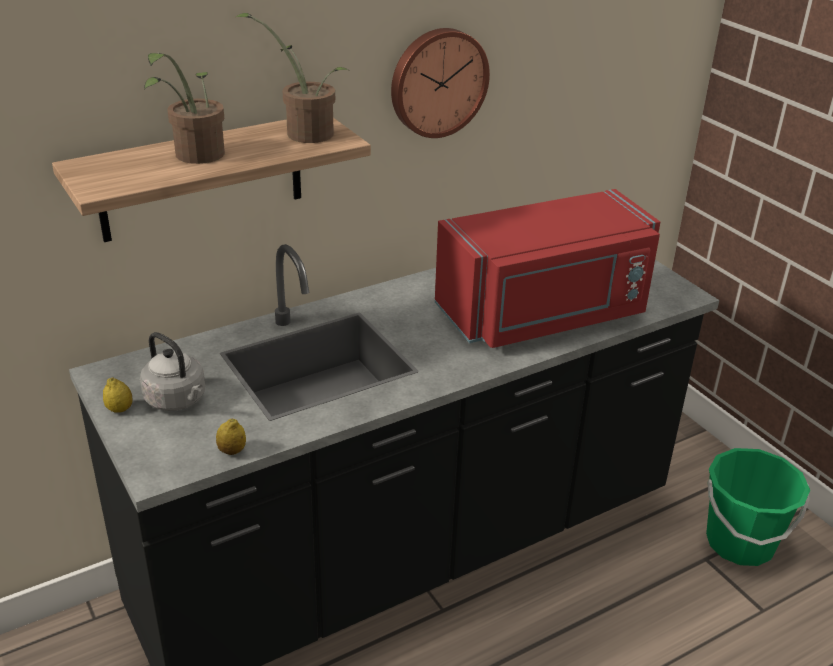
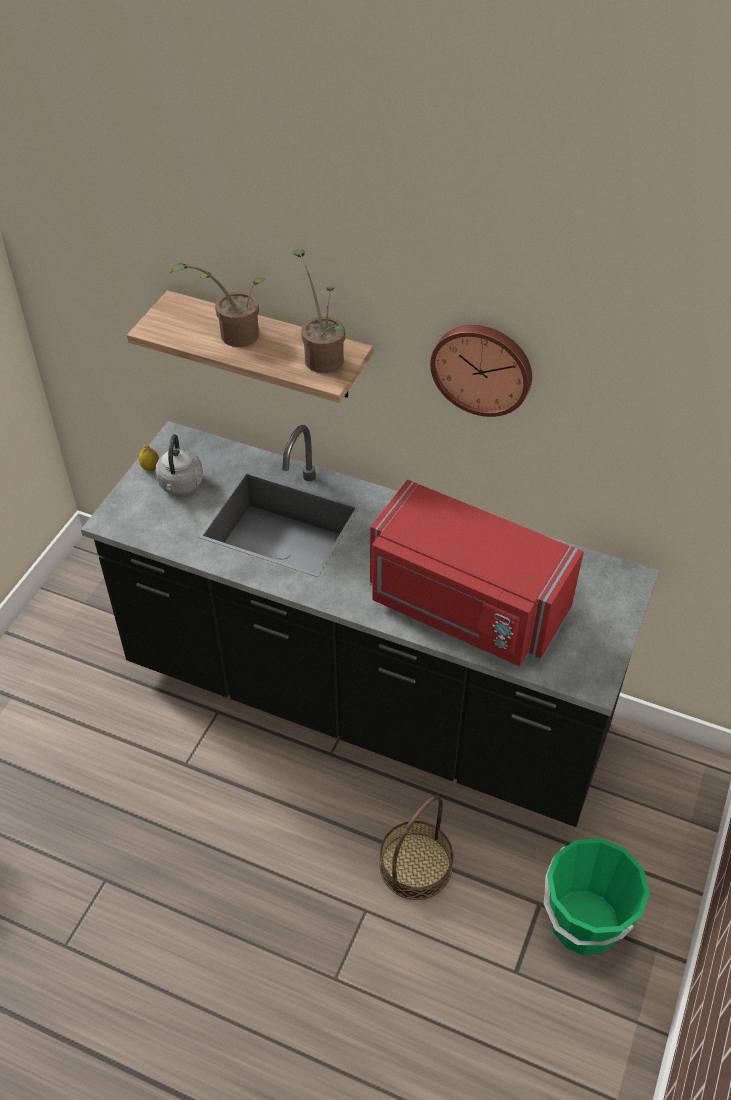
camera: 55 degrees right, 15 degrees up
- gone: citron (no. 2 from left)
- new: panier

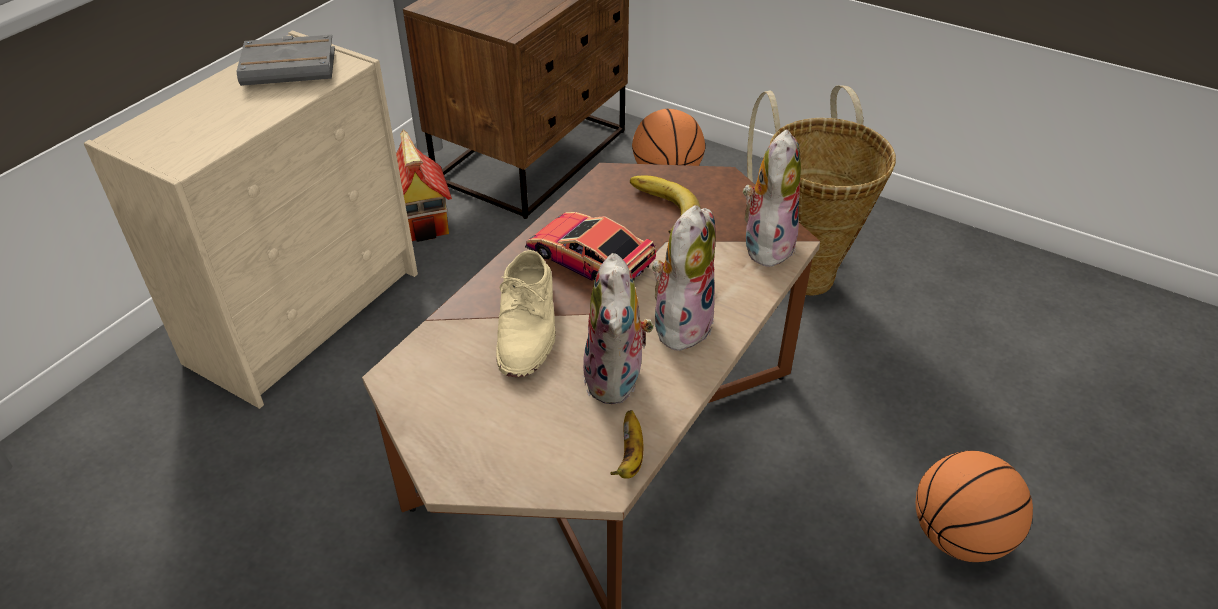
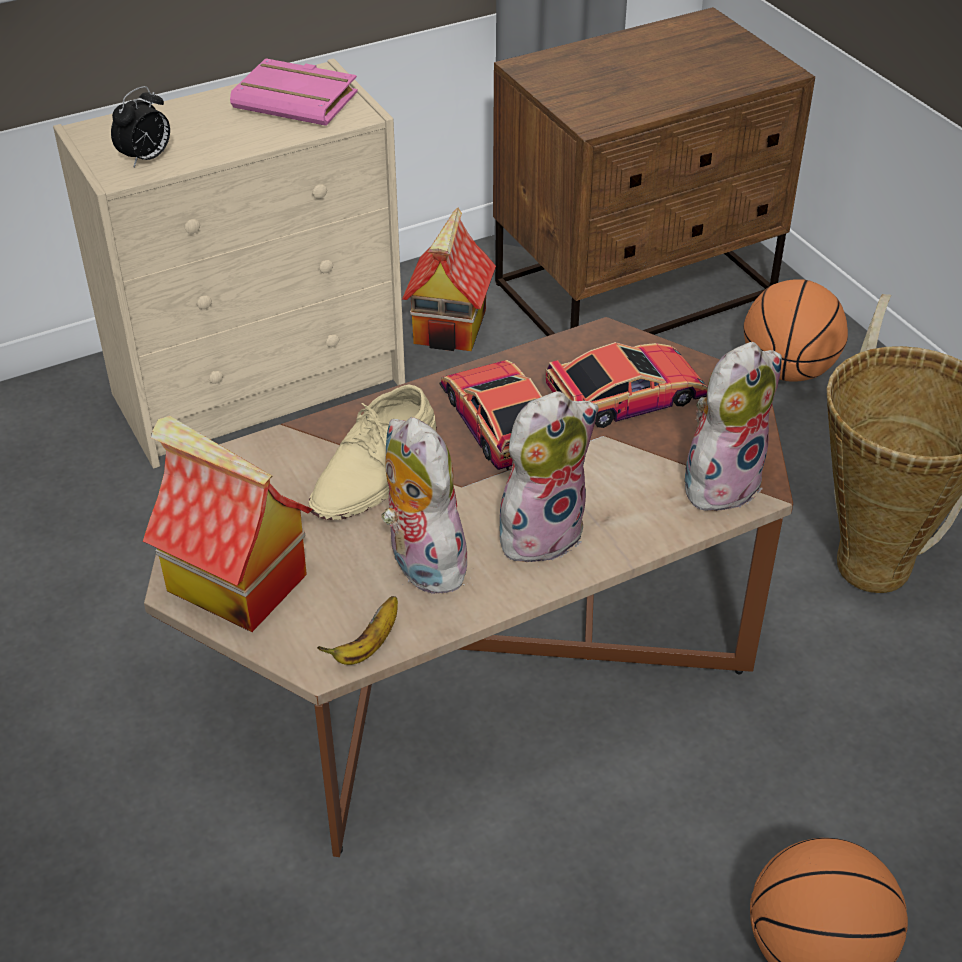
camera: 30 degrees right, 0 degrees up
- repainted: livre/gris to livre/rose
- rotated: peluche (no. 1 from left) 120 degrees clockwise
- swapped: banane (no. 2 from left) to petite voiture (no. 2 from left)
- new: réveil
- new: maison miniature (no. 1 from left)

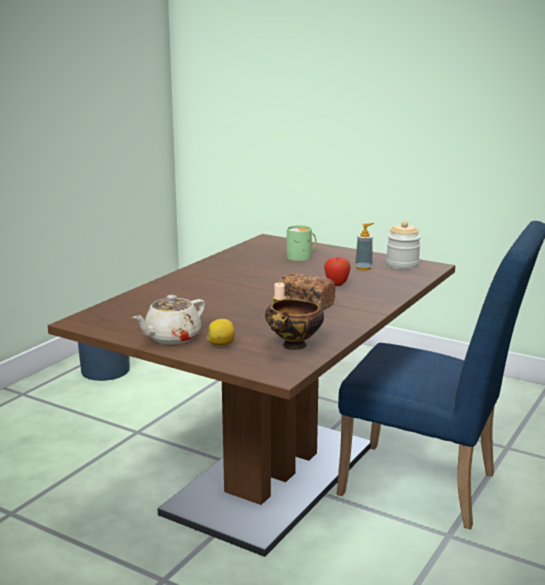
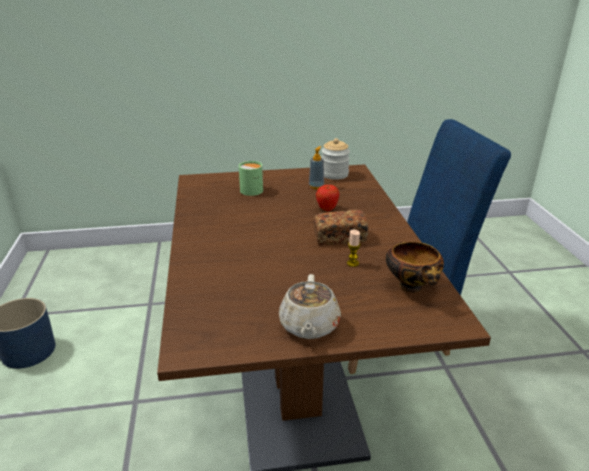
camera: 40 degrees left, 10 degrees up
- gone: citron

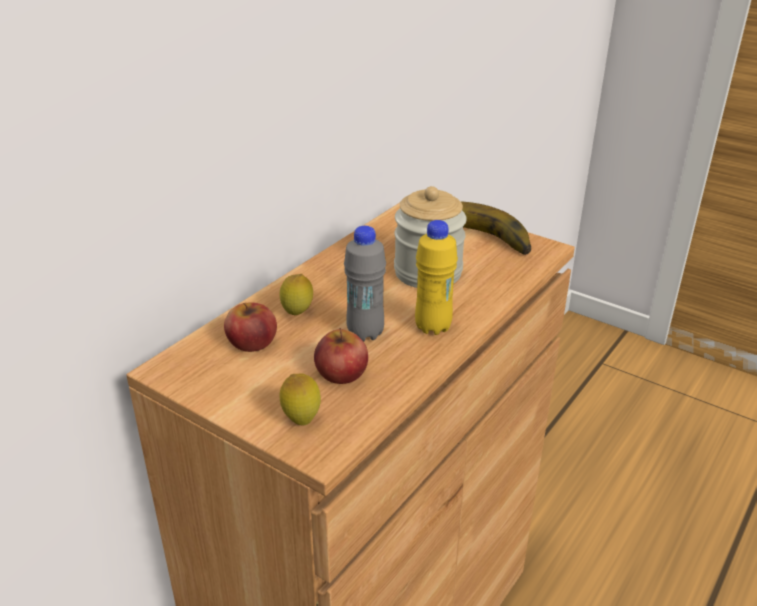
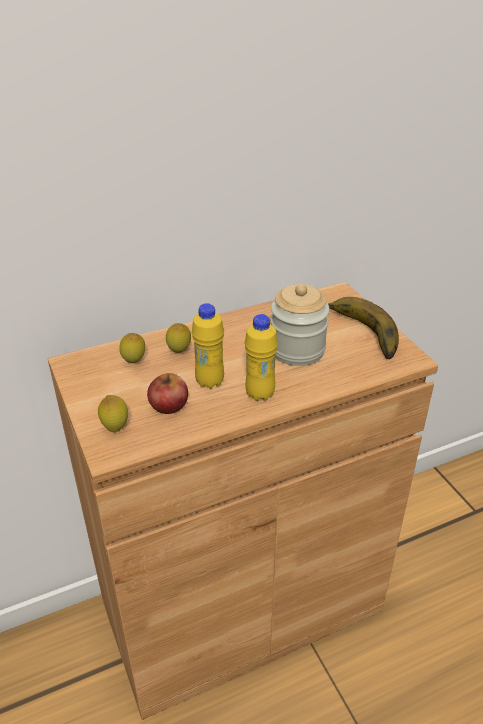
camera: 30 degrees right, 5 degrees up
- swapped: pomme (no. 1 from left) to citron (no. 2 from left)
- repainted: bouteille/gris to bouteille/jaune (no. 1 from left)

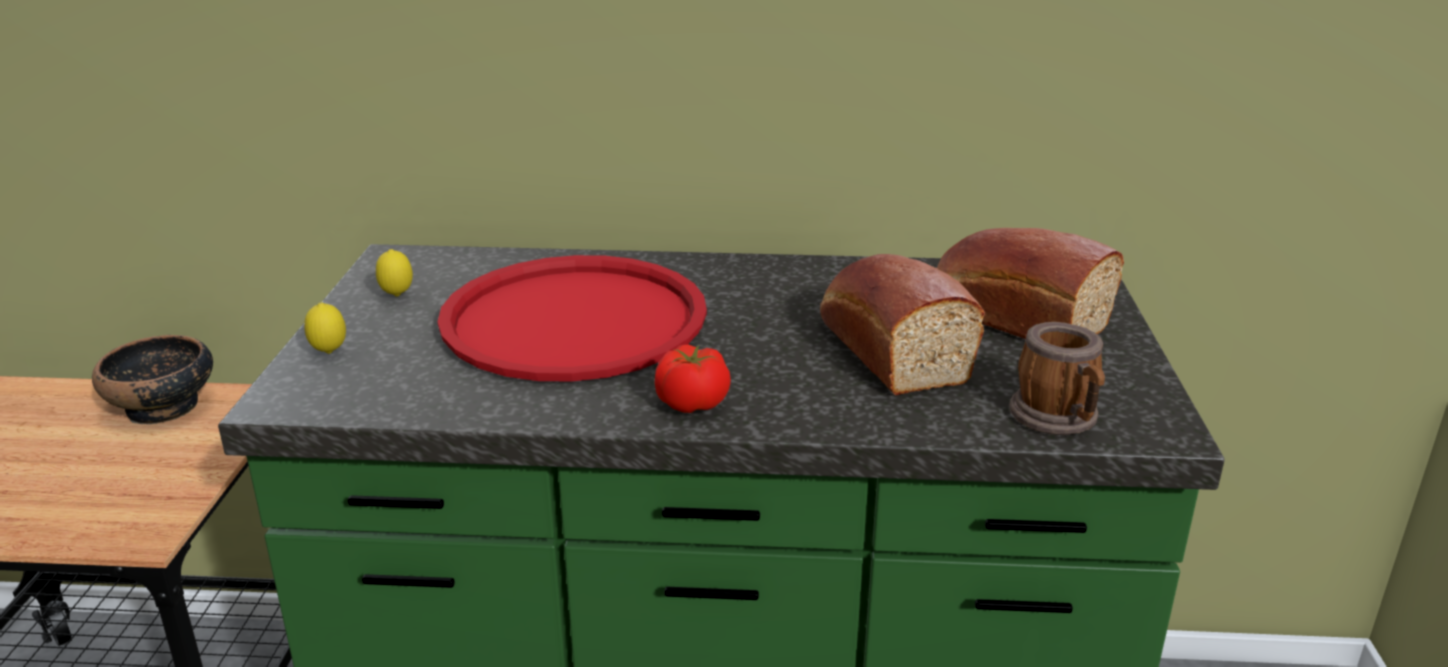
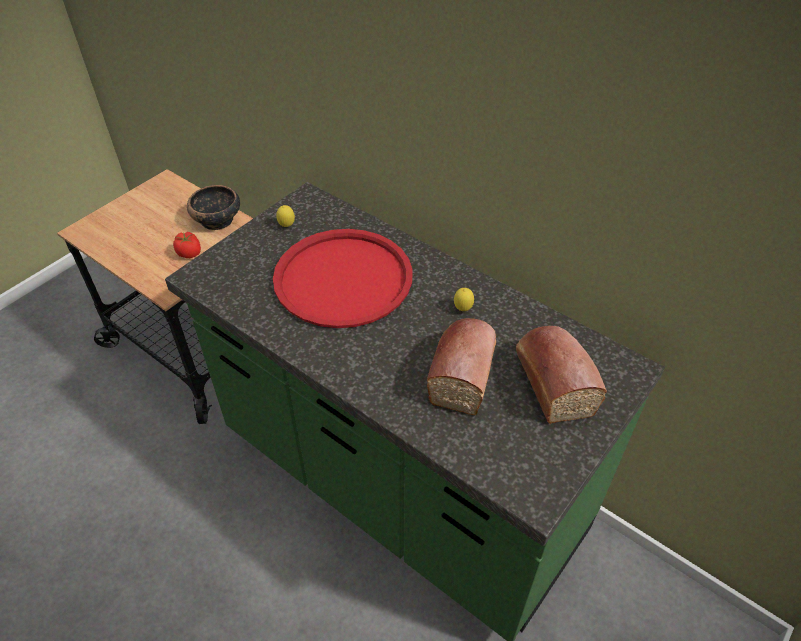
camera: 35 degrees right, 20 degrees up
- shifted: citron (no. 1 from left in the first image) to citron (no. 2 from left)
- shifted: tomate
- gone: mug

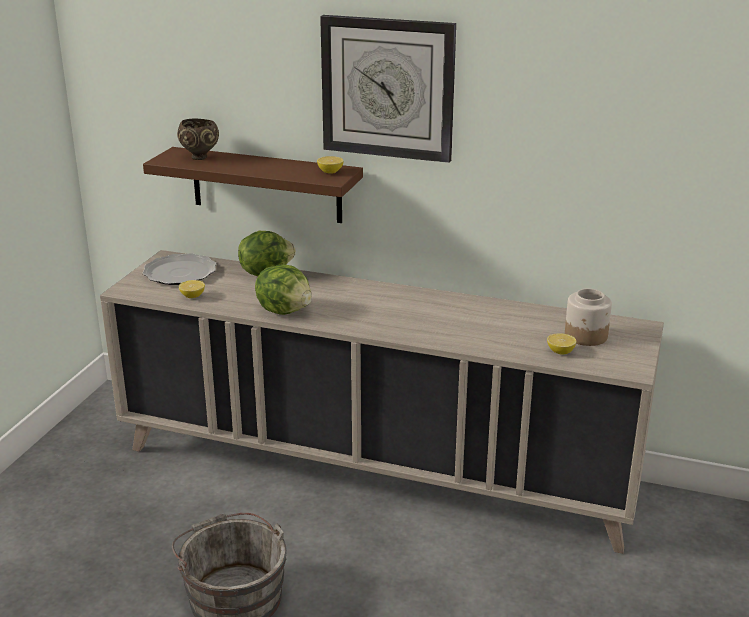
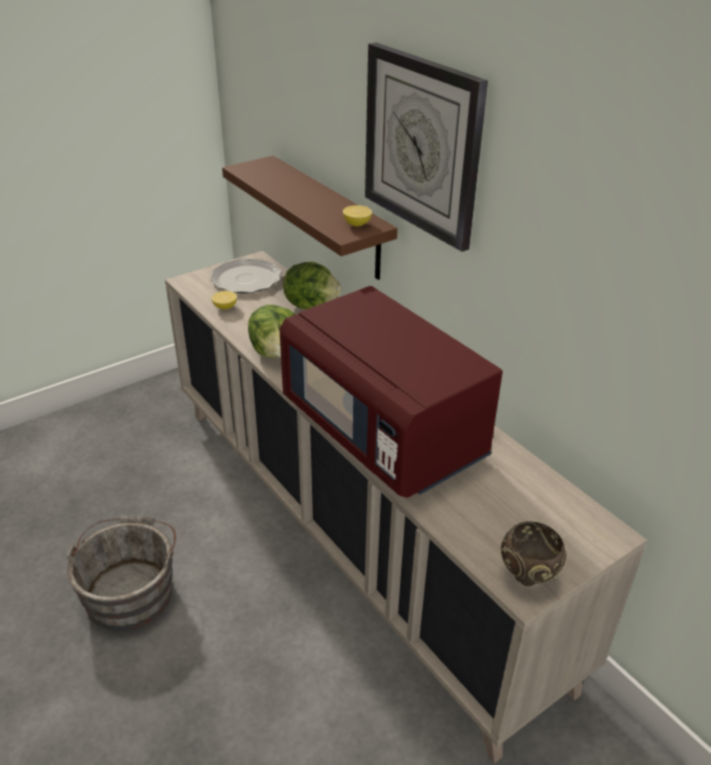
camera: 35 degrees right, 10 degrees up
- shifted: bol/marron
- gone: citron (no. 3 from left)
- gone: bocal
- new: micro-ondes/rouge

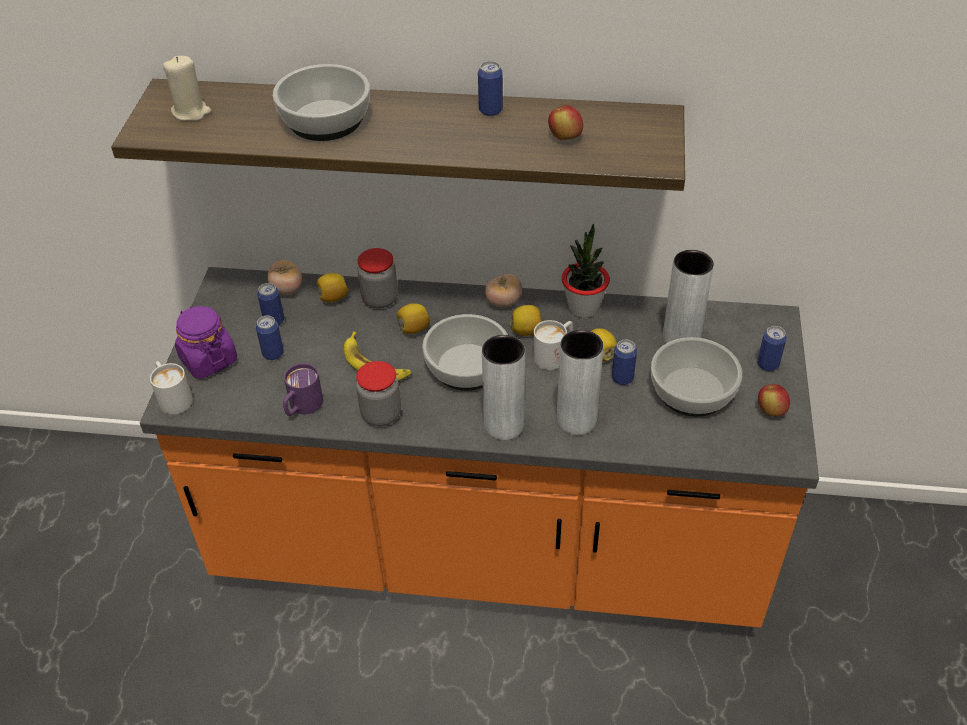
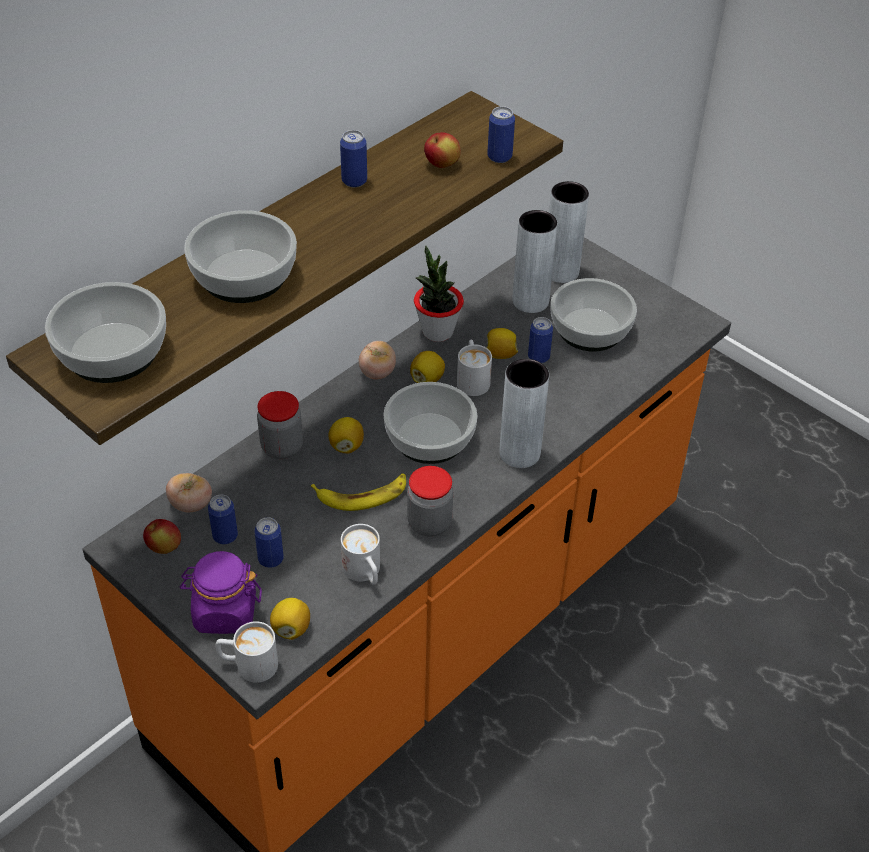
camera: 55 degrees left, 0 degrees up
- swapped: bougie/beige to bol (no. 1 from left)
- repainted: mug/violet to mug/blanc (no. 2 from left)
- shifted: citron (no. 1 from left)
- shifted: vase/gris (no. 2 from left in the first image) to vase/gris (no. 3 from left)
- shifted: boîte métallique (no. 5 from left in the first image) to boîte métallique (no. 4 from left)
- shifted: pomme (no. 2 from left in the first image) to pomme (no. 1 from left)

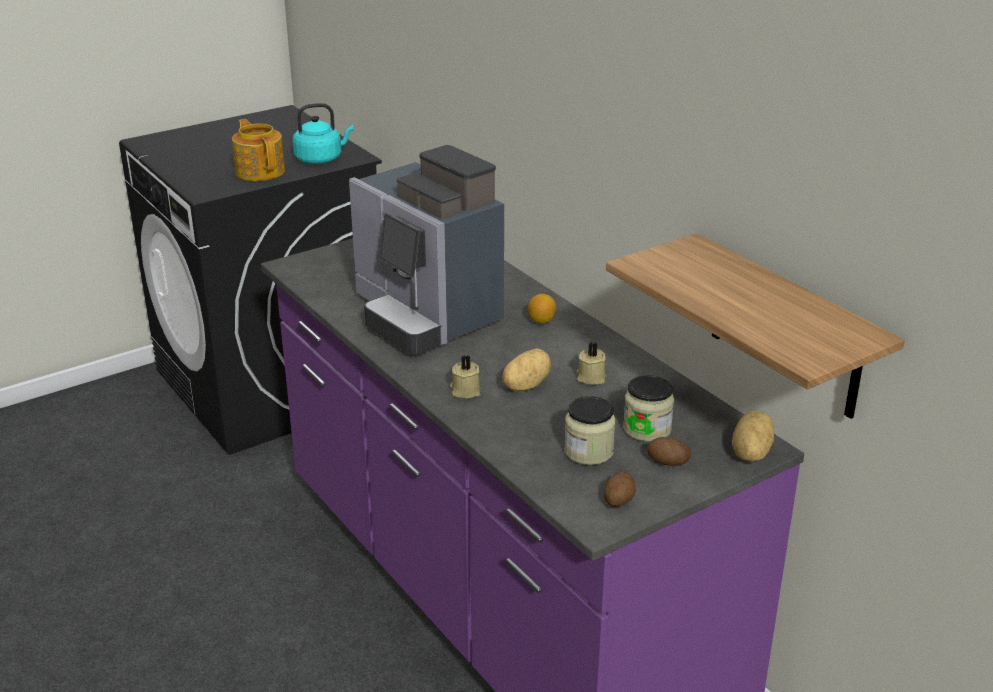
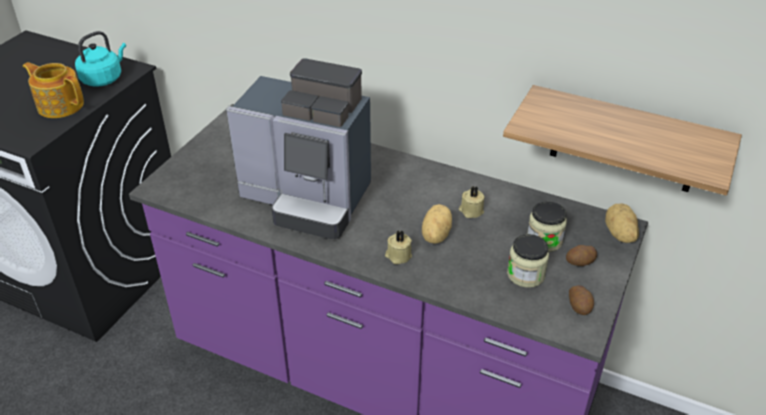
camera: 30 degrees left, 10 degrees up
- gone: citron

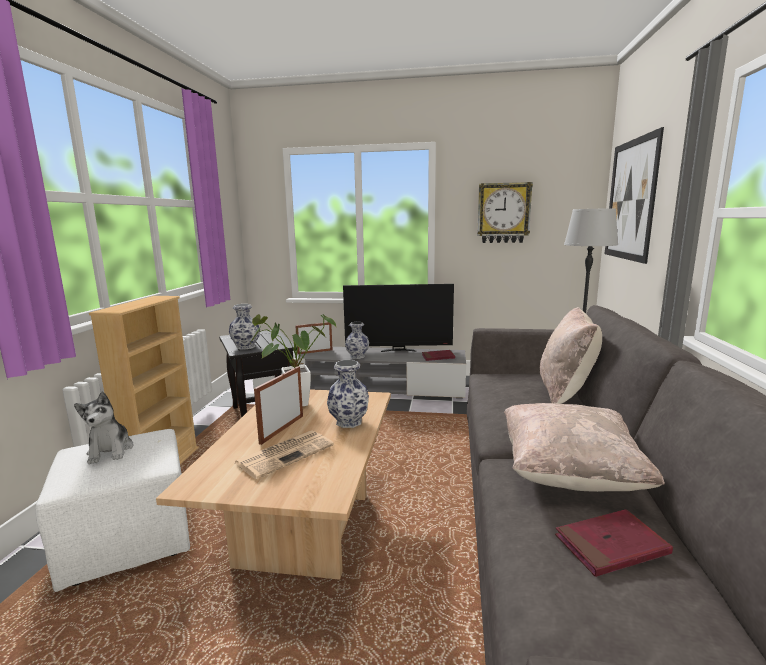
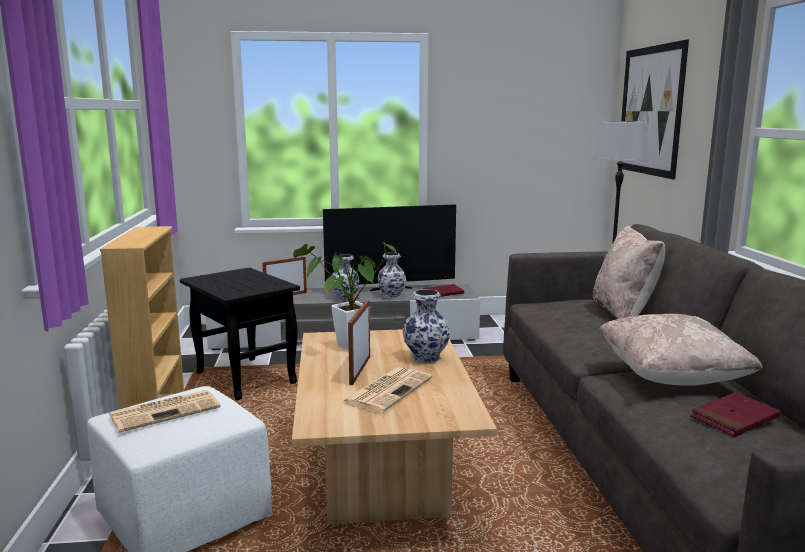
camera: 15 degrees left, 0 degrees up
- swapped: peluche to journal (no. 1 from left)
- shifted: vase (no. 1 from left in the first image) to vase (no. 2 from left)
- gone: horloge murale

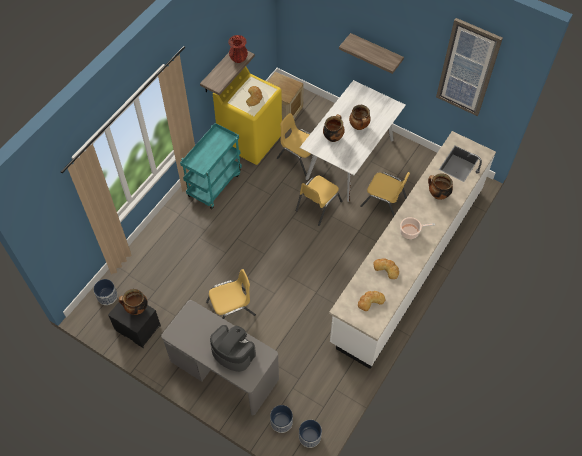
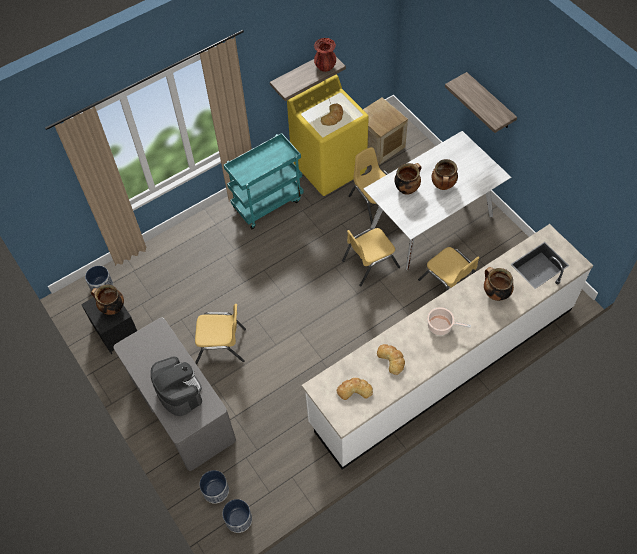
camera: 25 degrees right, 0 degrees up
- gone: tableau

